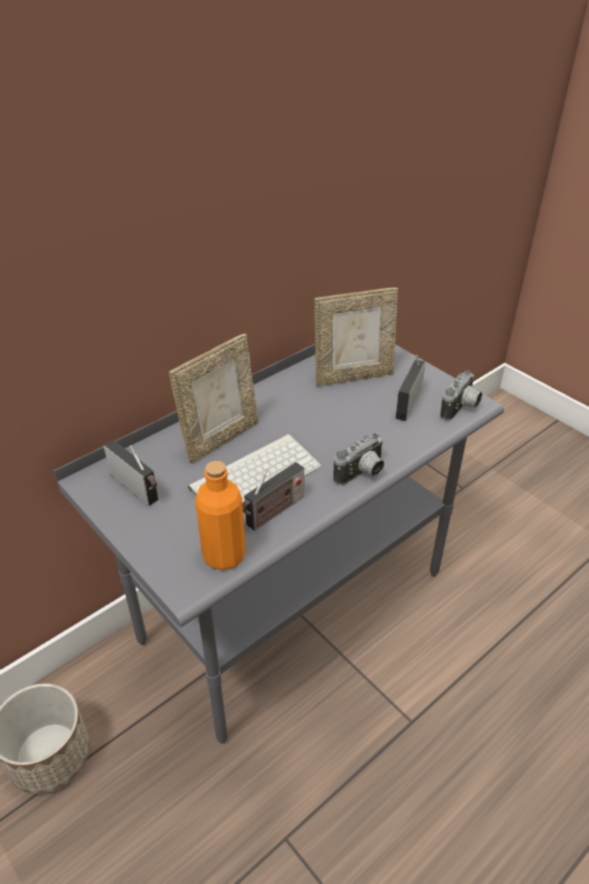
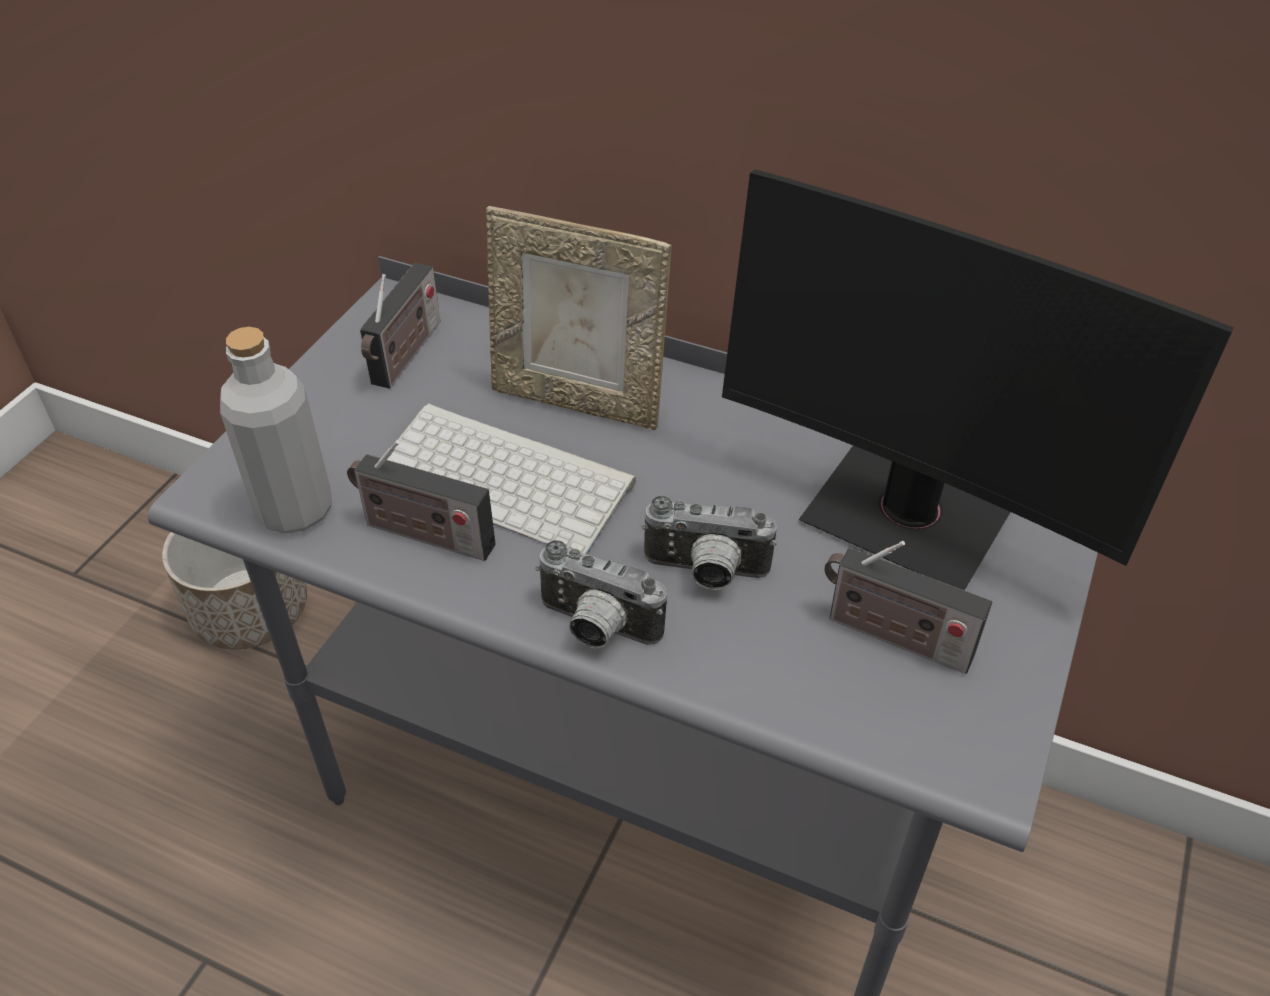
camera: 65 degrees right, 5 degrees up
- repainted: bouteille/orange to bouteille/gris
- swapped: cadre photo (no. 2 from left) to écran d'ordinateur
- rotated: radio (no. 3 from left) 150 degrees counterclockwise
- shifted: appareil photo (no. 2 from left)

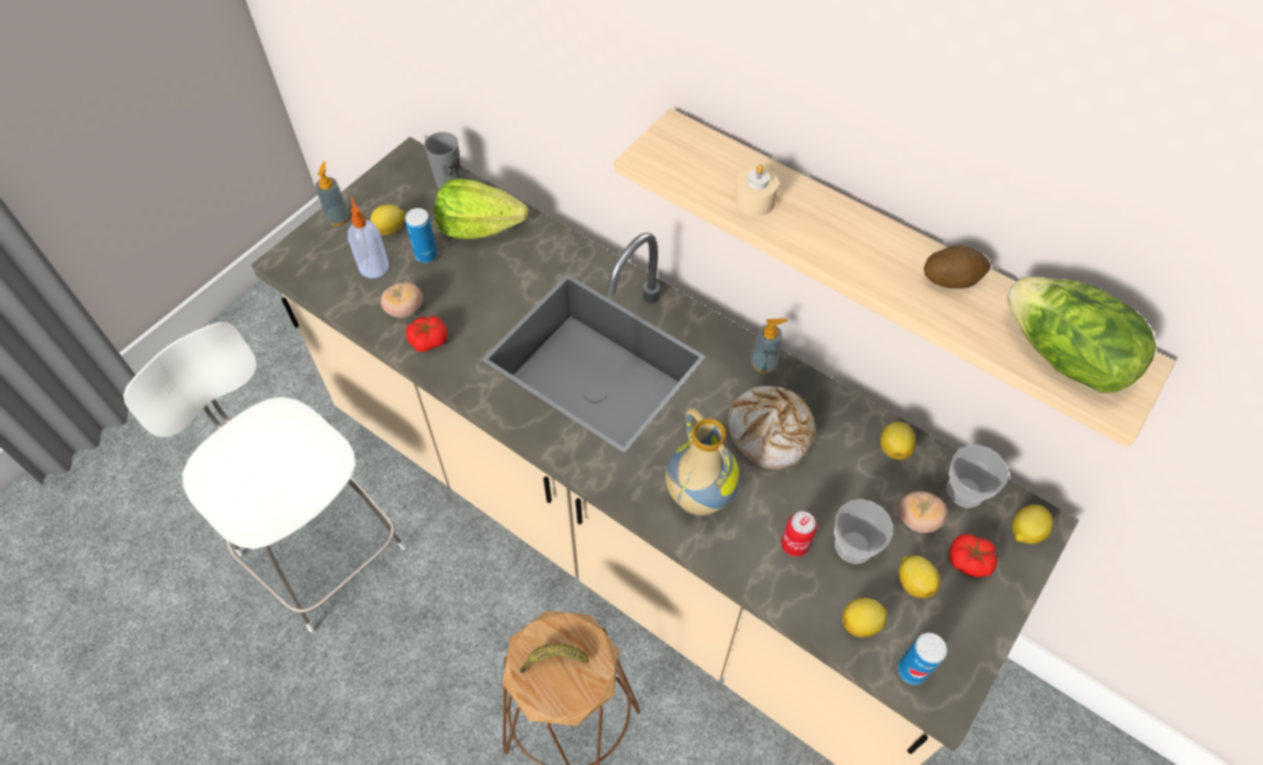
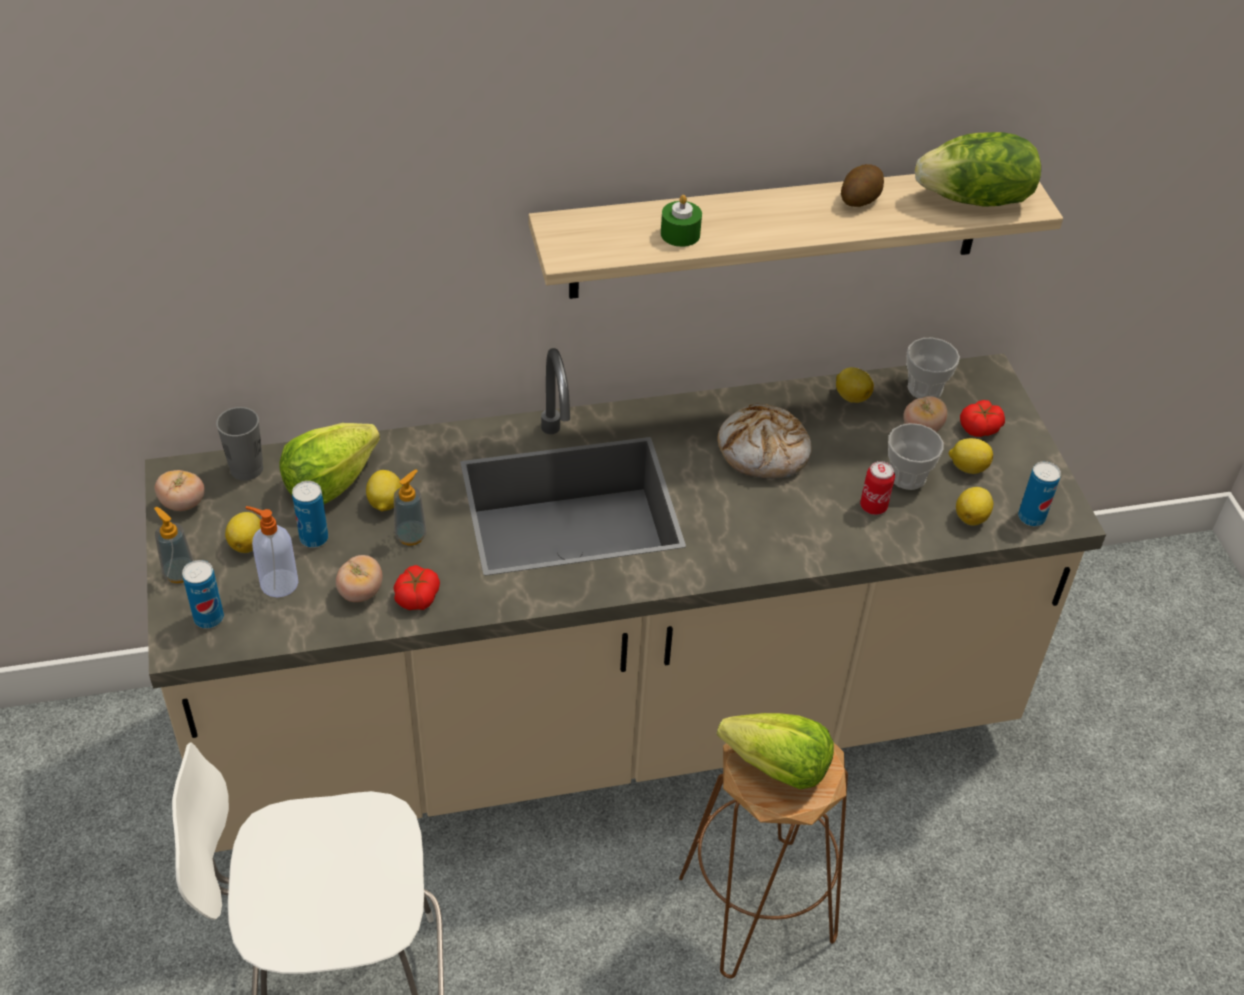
camera: 50 degrees left, 10 degrees down
- swapped: banane to laitue (no. 2 from left)
- gone: vase
- repainted: bougie/beige to bougie/vert
- shifted: distributeur de savon (no. 3 from left)
- shifted: citron (no. 5 from left in the first image) to citron (no. 2 from left)
- new: tomate (no. 1 from left)
- new: boîte métallique (no. 1 from left)

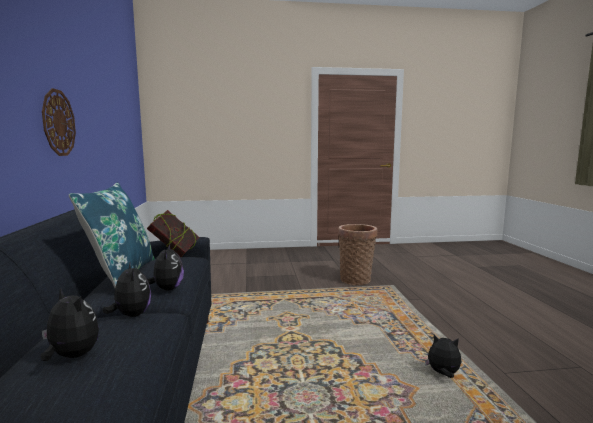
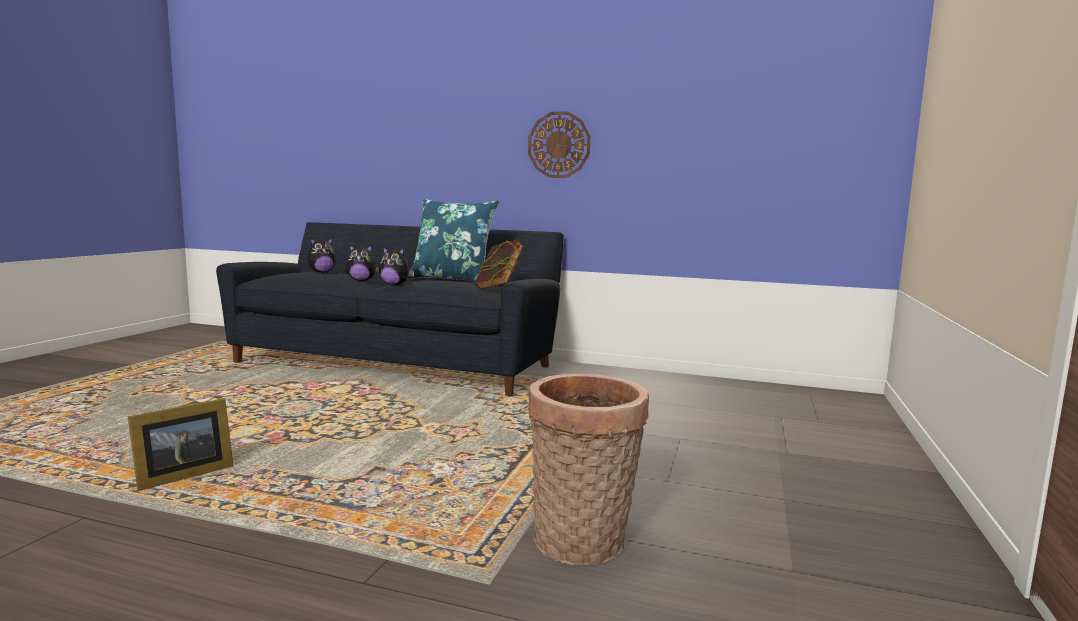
camera: 115 degrees right, 0 degrees up
- swapped: peluche (no. 4 from left) to cadre photo

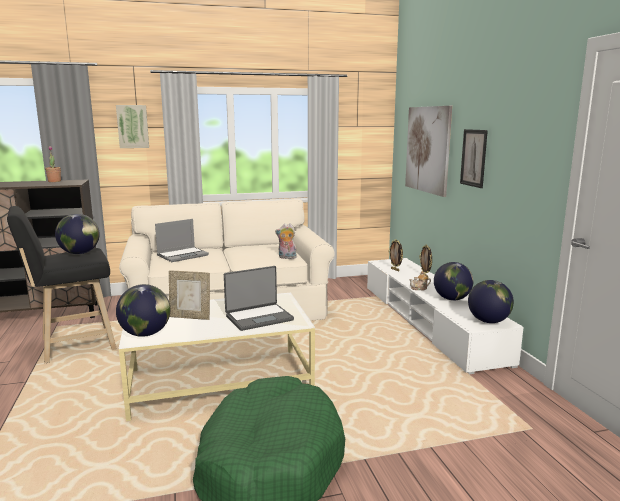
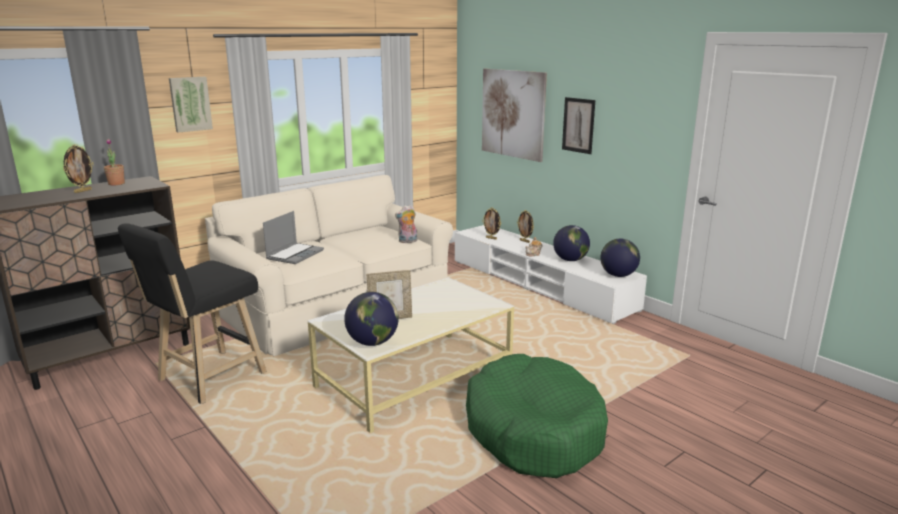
camera: 25 degrees left, 5 degrees up
- gone: globe (no. 1 from left)
- gone: ordinateur portable (no. 2 from left)
- new: cadre photo (no. 1 from left)

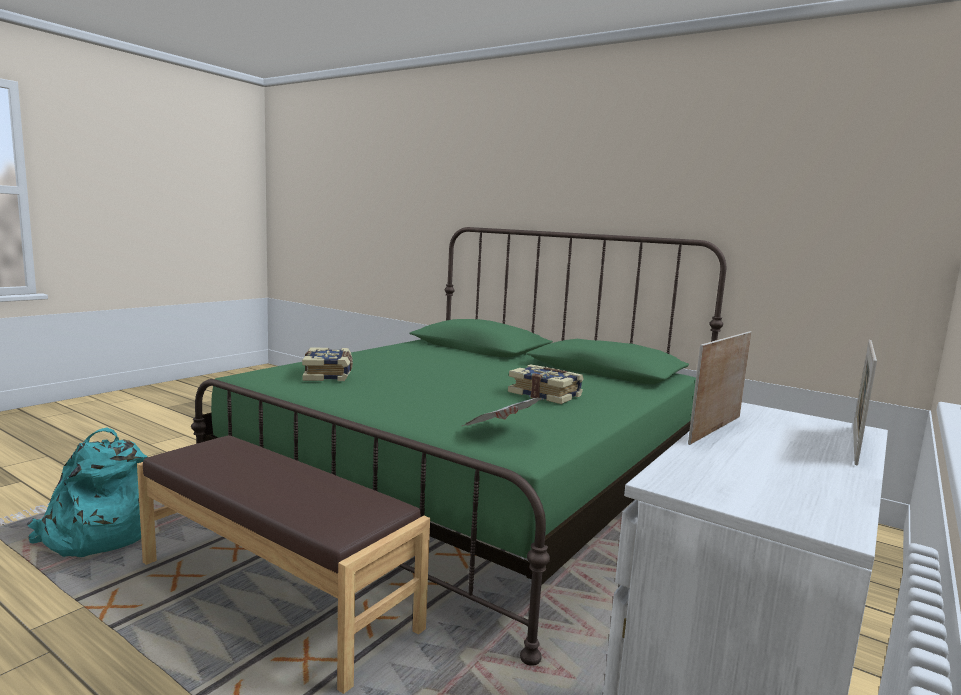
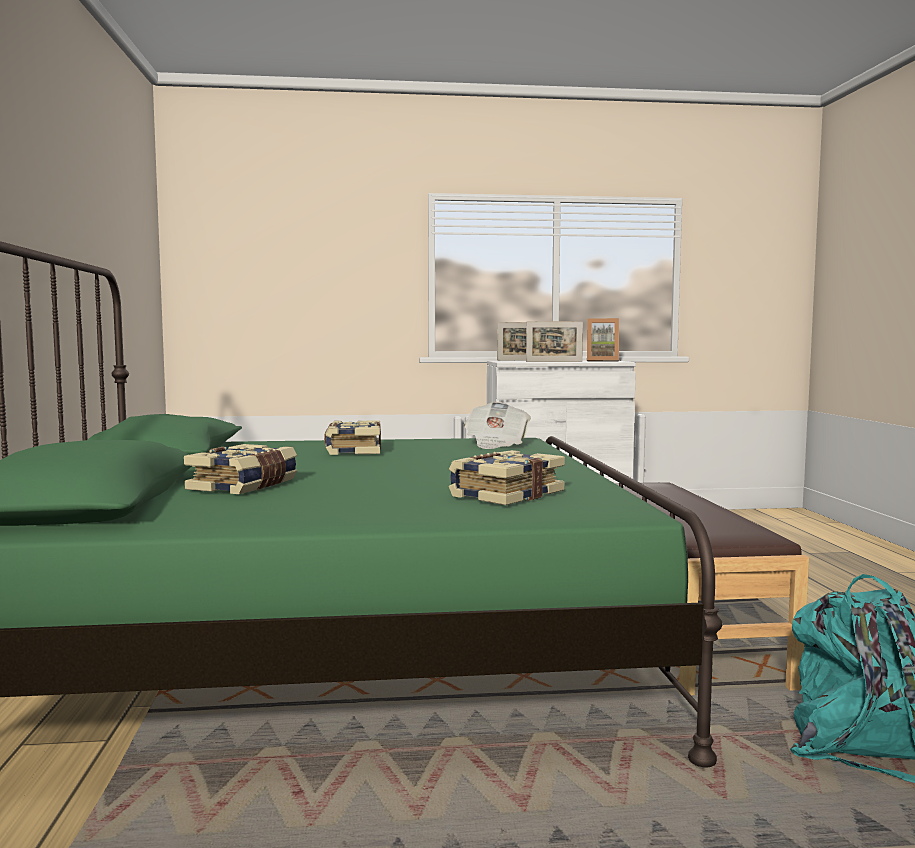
camera: 130 degrees left, 5 degrees down
- new: livre (no. 1 from left)
- new: cadre photo (no. 3 from left)

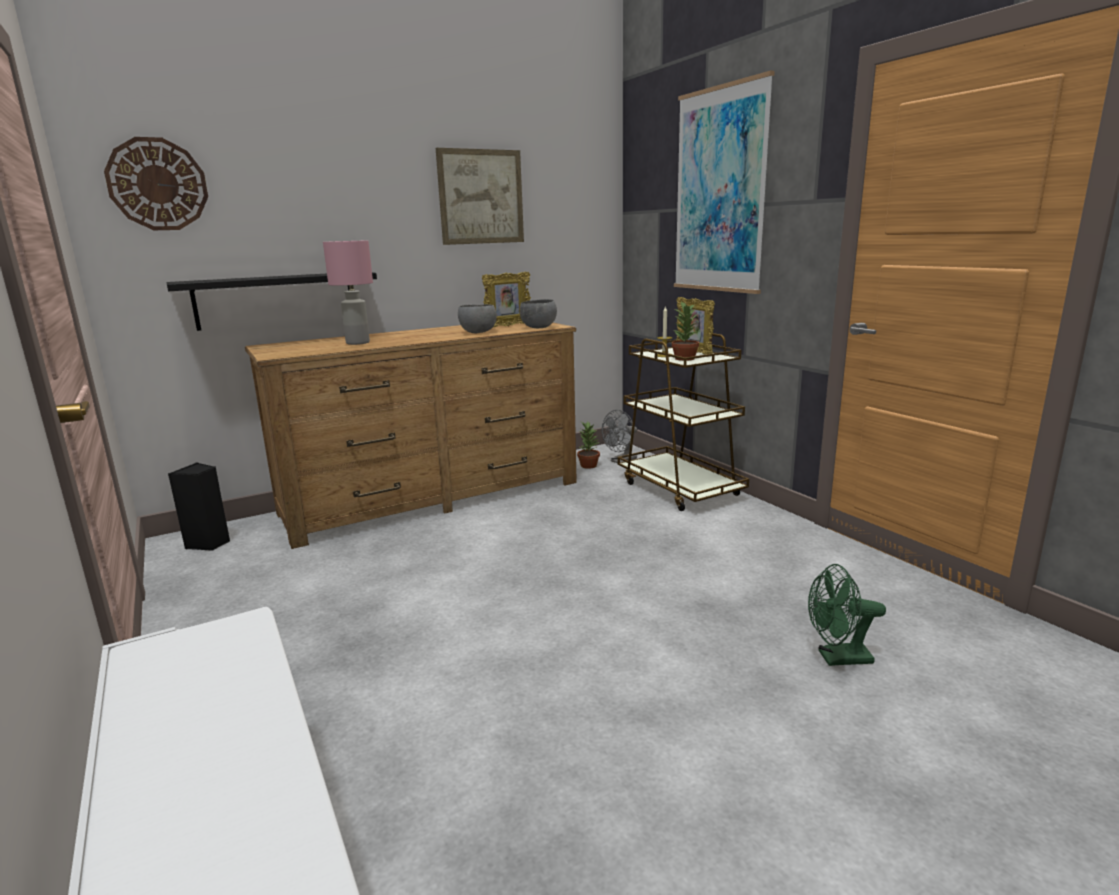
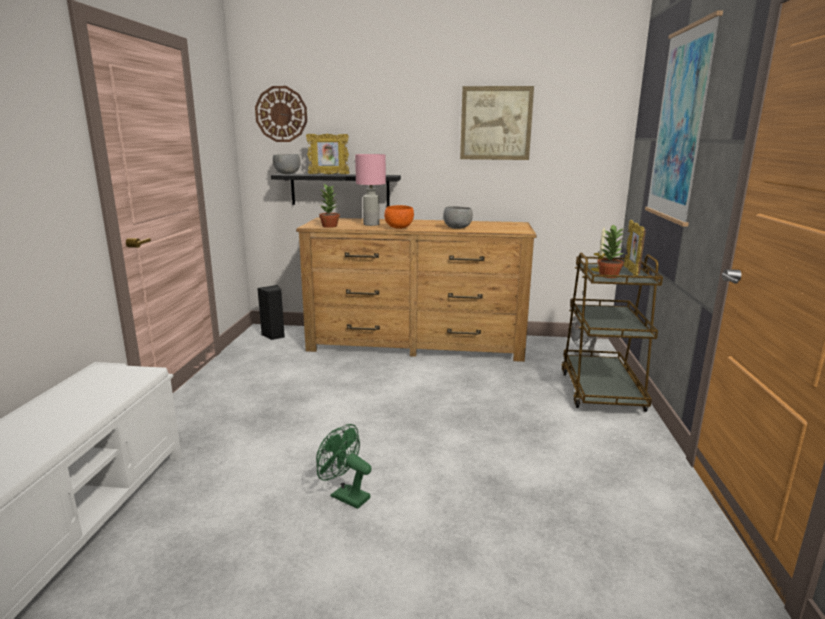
camera: 35 degrees right, 0 degrees up
- shifted: cadre photo (no. 1 from left)
- shifted: bol/gris (no. 2 from left in the first image) to bol/gris (no. 1 from left)
- shifted: plante en pot (no. 1 from left)
- shifted: ventilateur/vert
- new: bol/orange

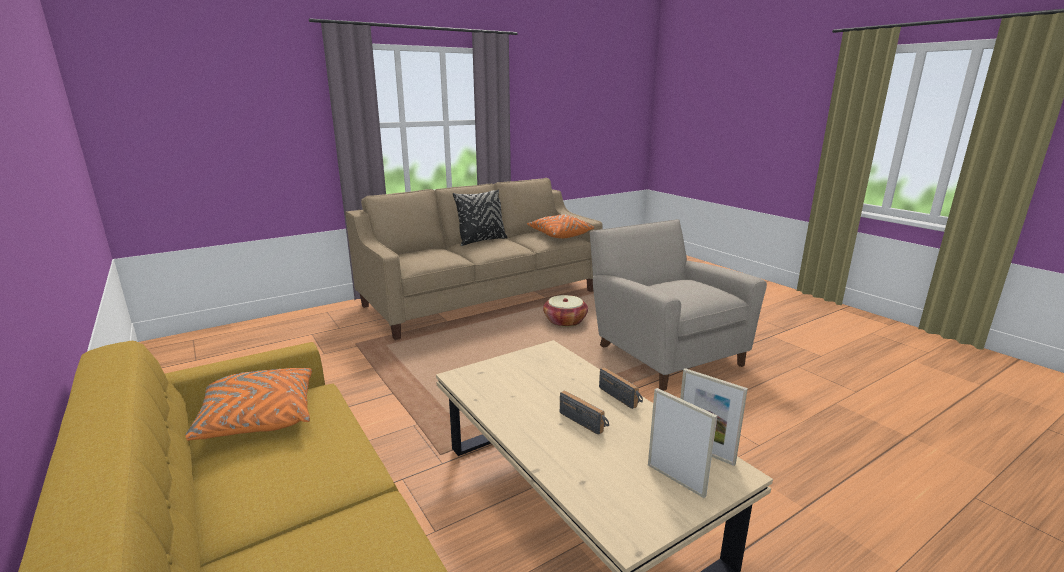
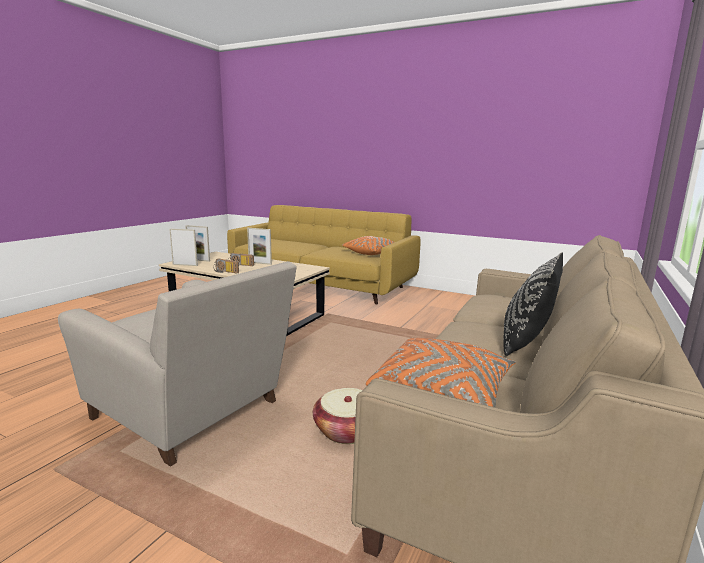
camera: 150 degrees right, 5 degrees down
- new: cadre photo (no. 3 from left)

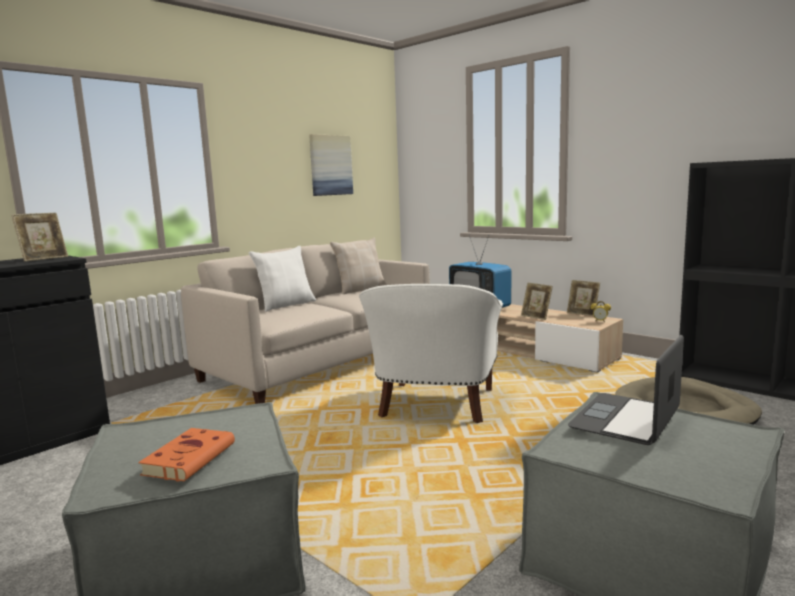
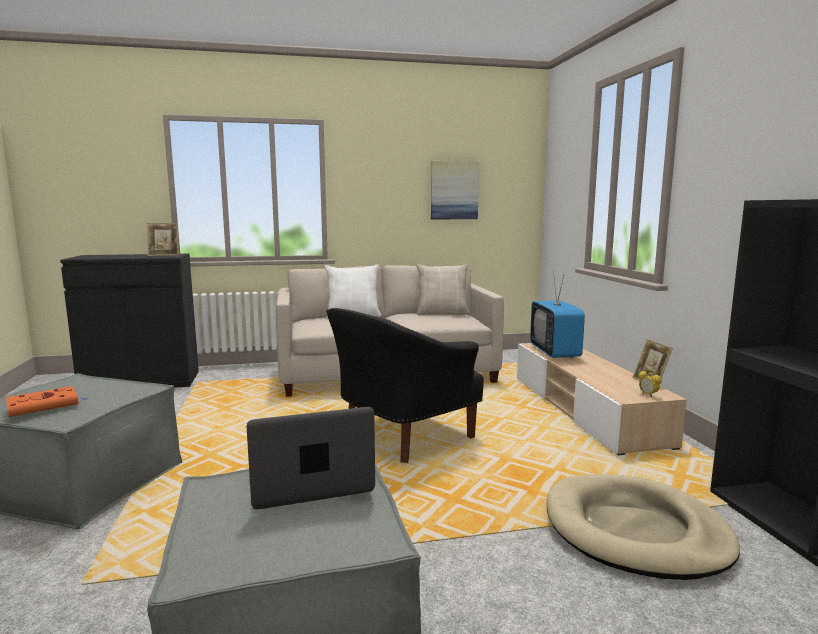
camera: 35 degrees right, 0 degrees up
- repainted: fauteuil/blanc to fauteuil/noir
- gone: cadre photo (no. 2 from left)

